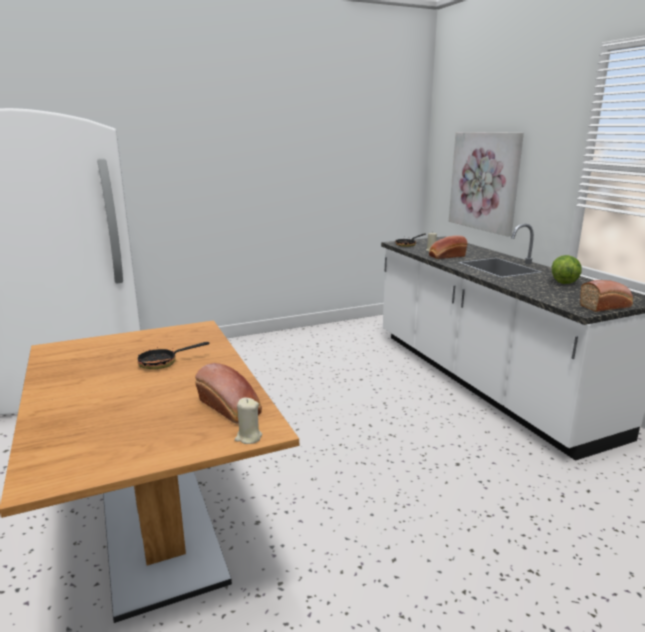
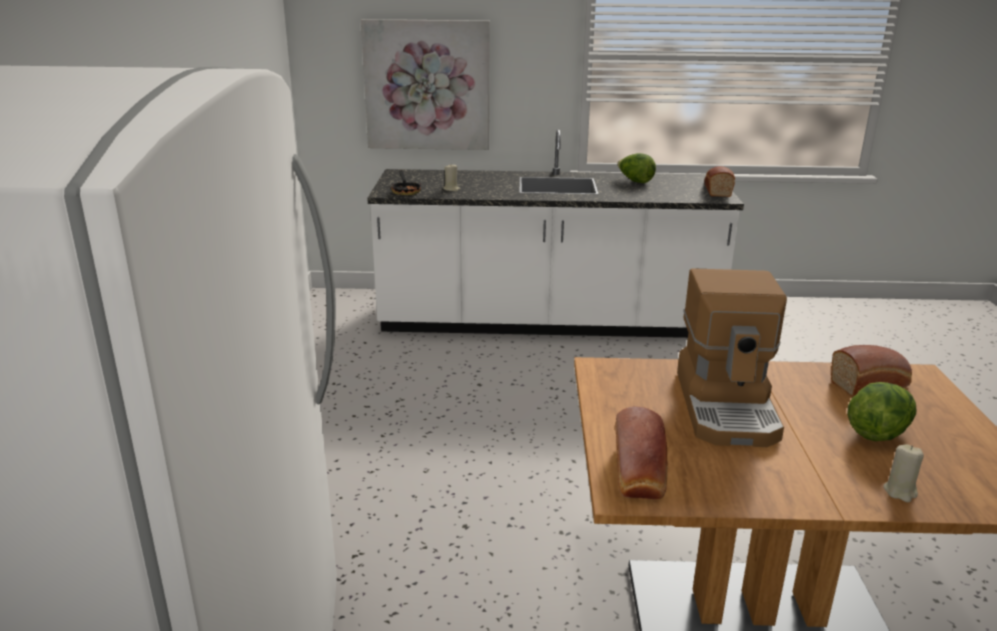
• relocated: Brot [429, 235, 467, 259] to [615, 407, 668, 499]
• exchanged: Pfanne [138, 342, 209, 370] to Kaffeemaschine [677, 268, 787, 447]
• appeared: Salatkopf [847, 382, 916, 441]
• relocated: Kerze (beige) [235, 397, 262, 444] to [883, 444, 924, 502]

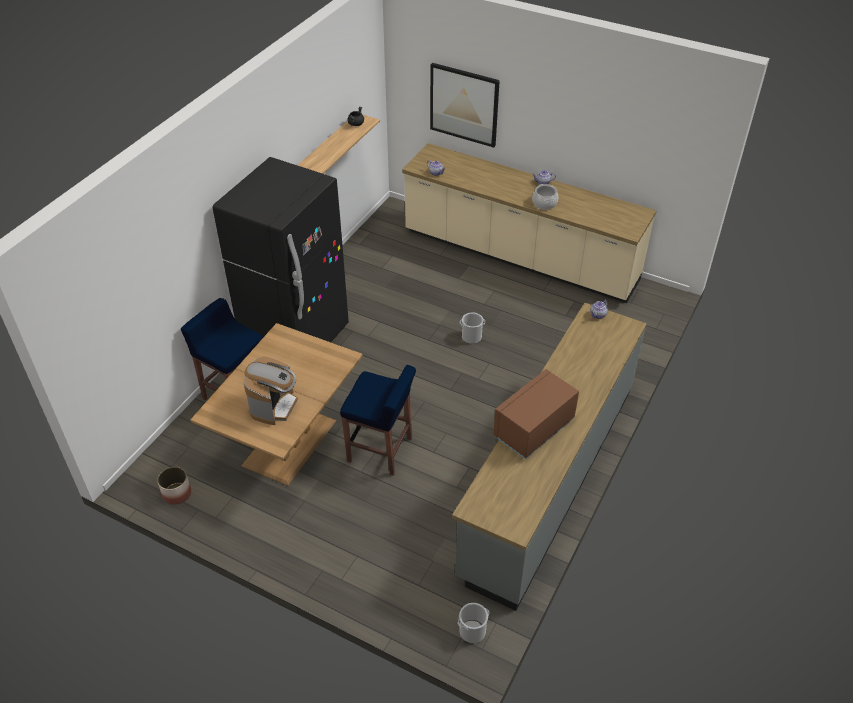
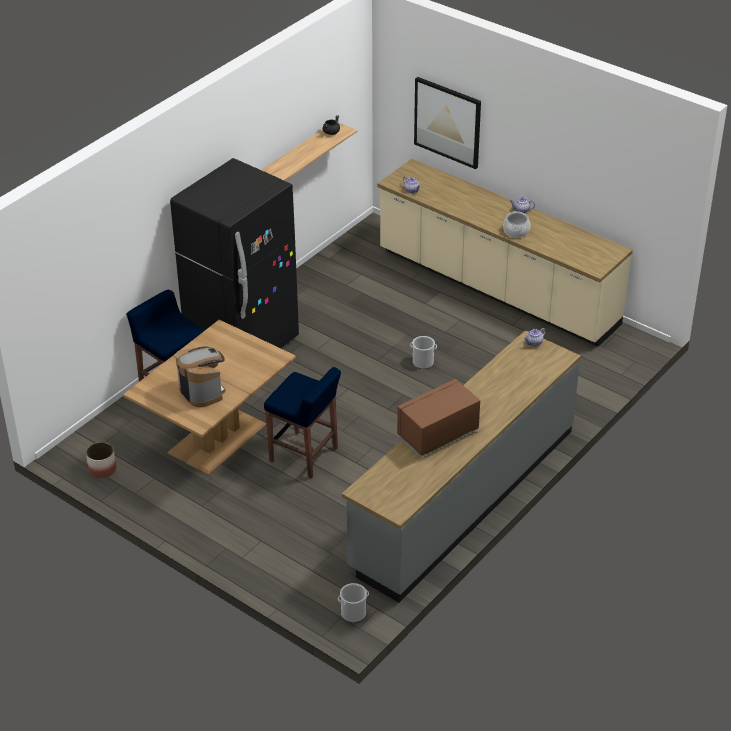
• spun: Kaffeemaschine [243, 356, 298, 425] = [176, 346, 226, 407] 60 degrees counterclockwise

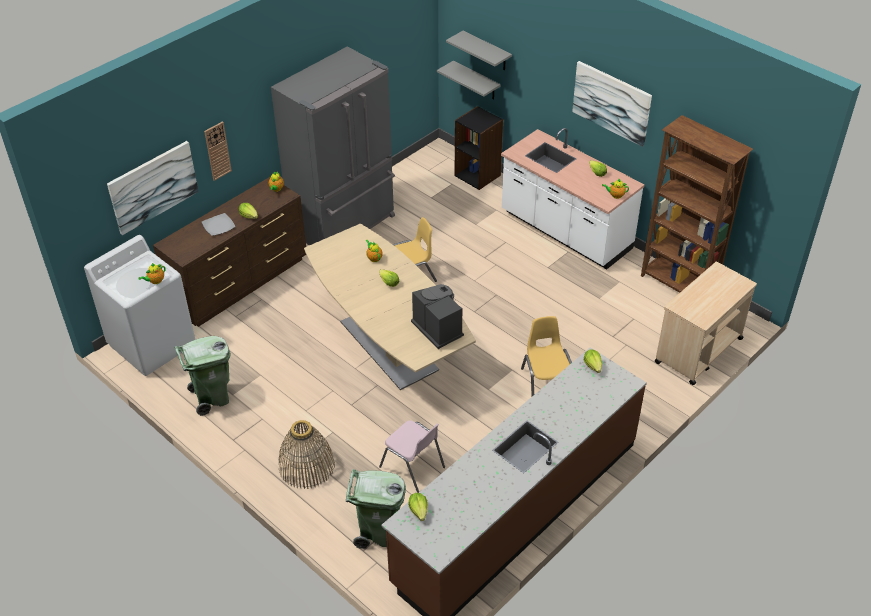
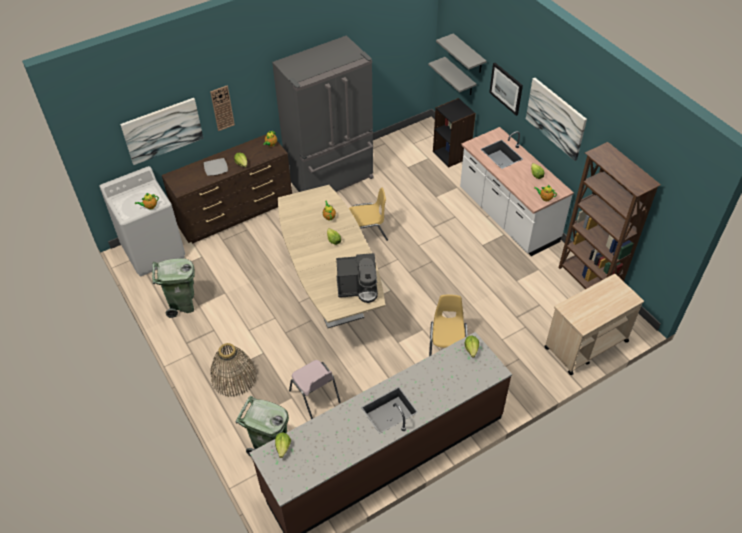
• spun: Kaffeemaschine [411, 284, 464, 349] = [336, 253, 378, 303] 105 degrees clockwise
• appeared: Bild [489, 63, 523, 116]

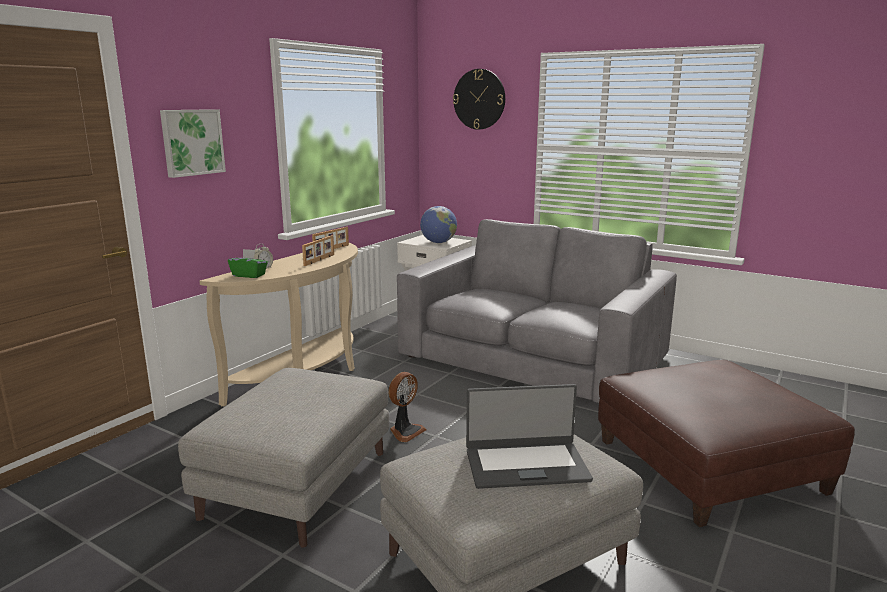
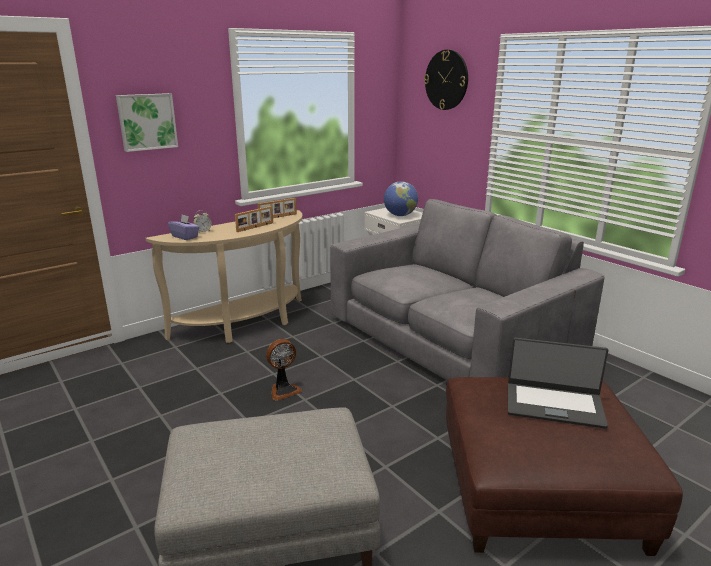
• colour: Taschentuchbox (grün) [228, 249, 268, 278] to Taschentuchbox (lila) [168, 215, 200, 240]
• relocated: Laptop [466, 384, 593, 489] to [508, 338, 608, 429]
• missing: Polsterhocker (grau) [178, 368, 389, 547]

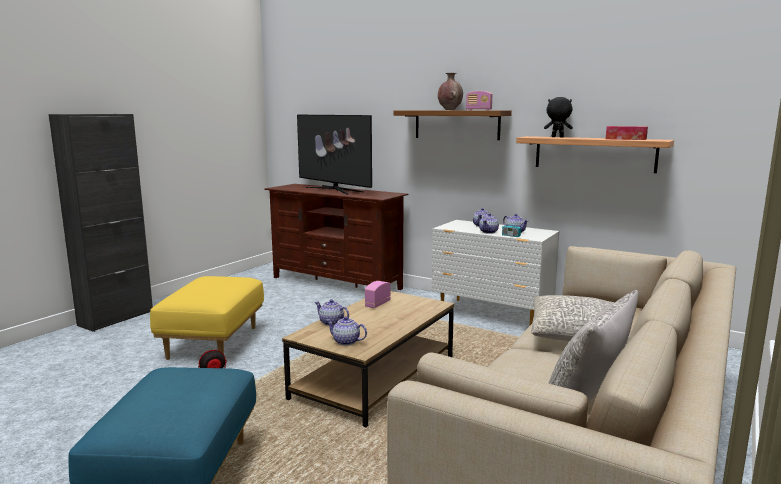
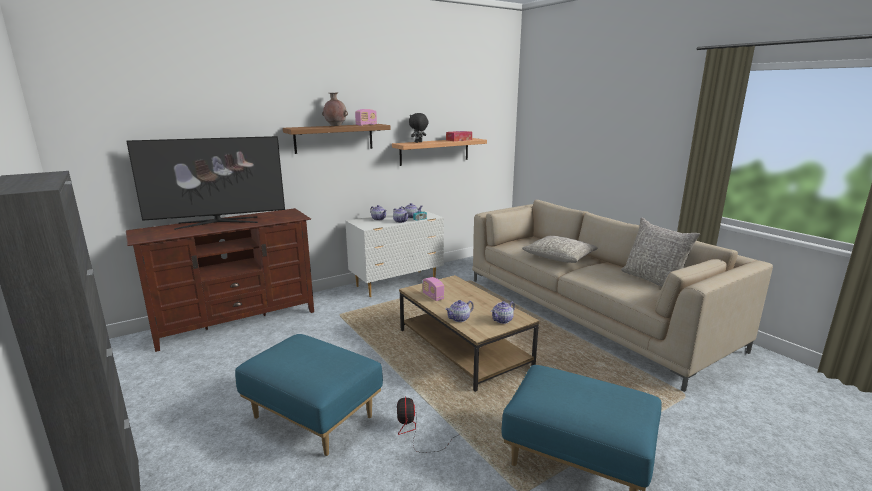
• colour: Polsterhocker (gelb) [150, 276, 264, 360] to Polsterhocker (blau) [235, 334, 383, 456]

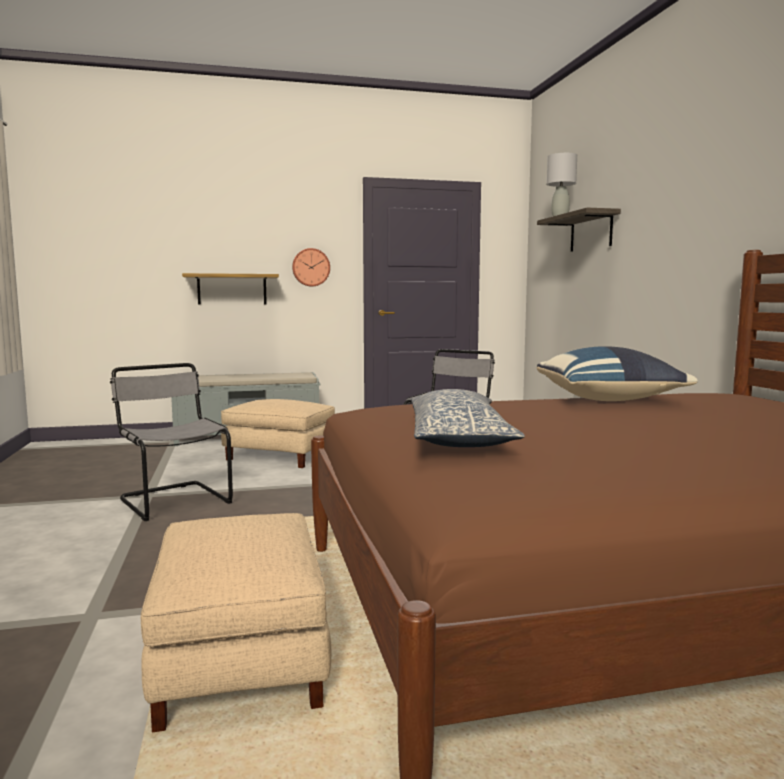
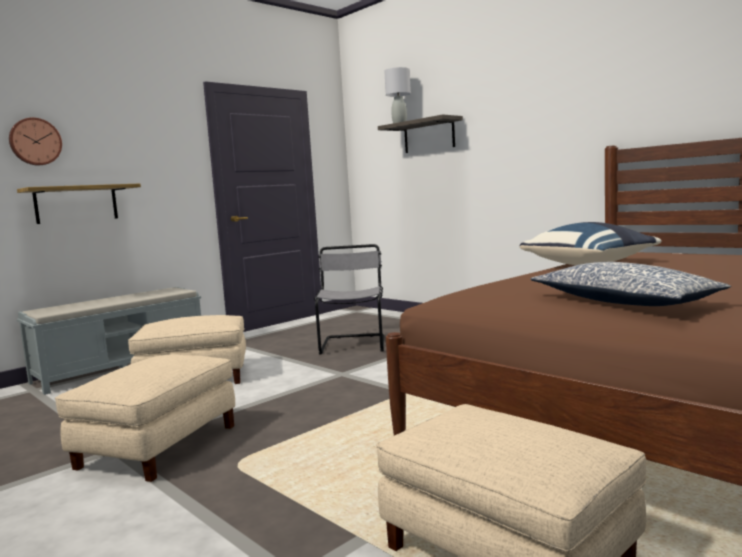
• relocated: Wanduhr [292, 248, 330, 287] to [9, 118, 62, 165]
• exchanged: Stuhl (grau) [110, 363, 233, 521] to Polsterhocker (beige) [55, 354, 235, 482]

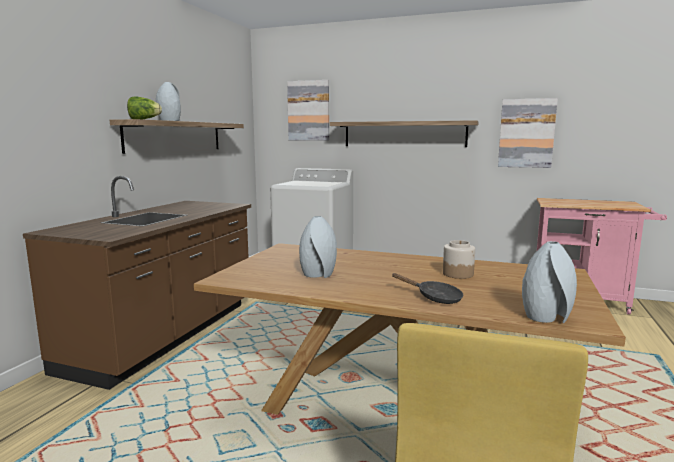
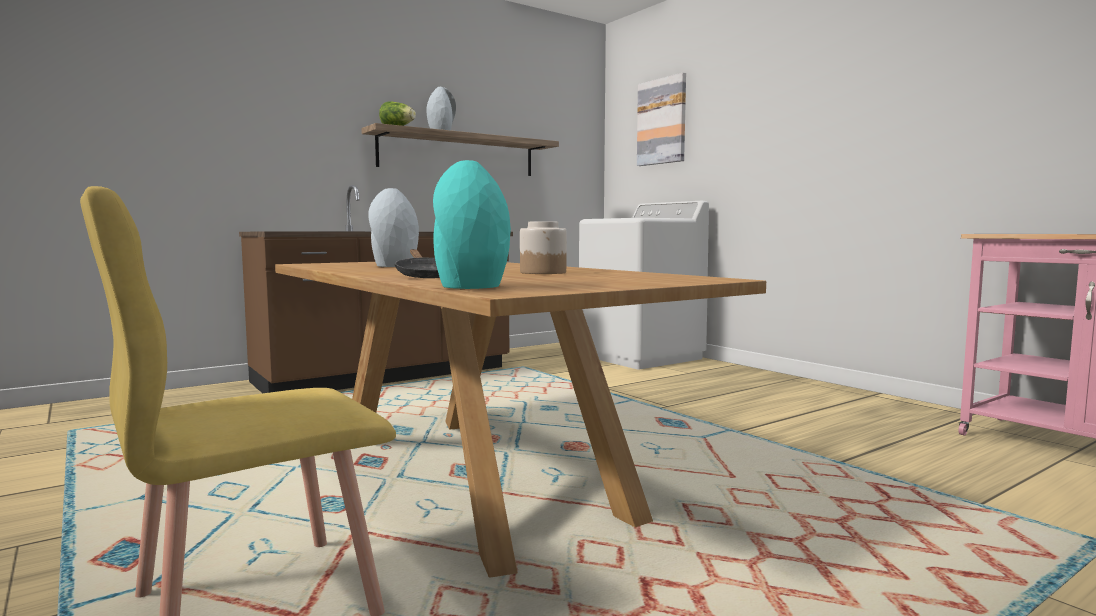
• colour: Vase (grau) [522, 241, 577, 323] to Vase (türkis) [433, 160, 511, 289]
• missing: Wandregal [330, 120, 479, 147]
• missing: Bild [498, 98, 558, 168]

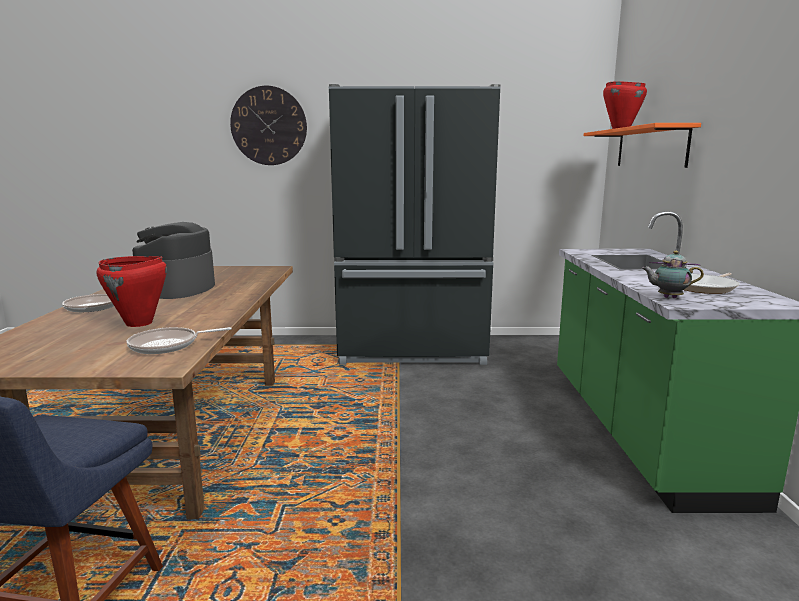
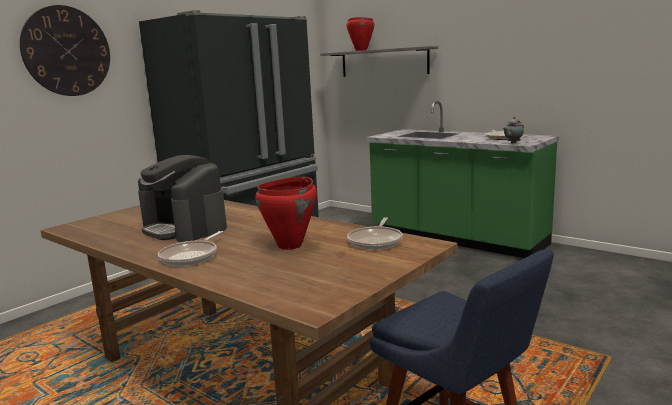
• colour: Wandregal (orange) [584, 123, 701, 168] to Wandregal (grau) [320, 46, 438, 77]

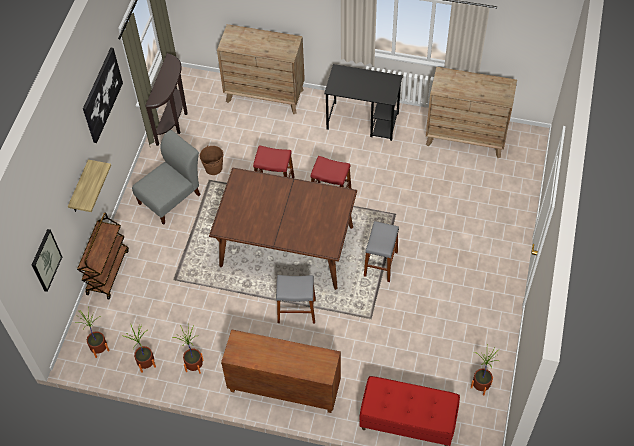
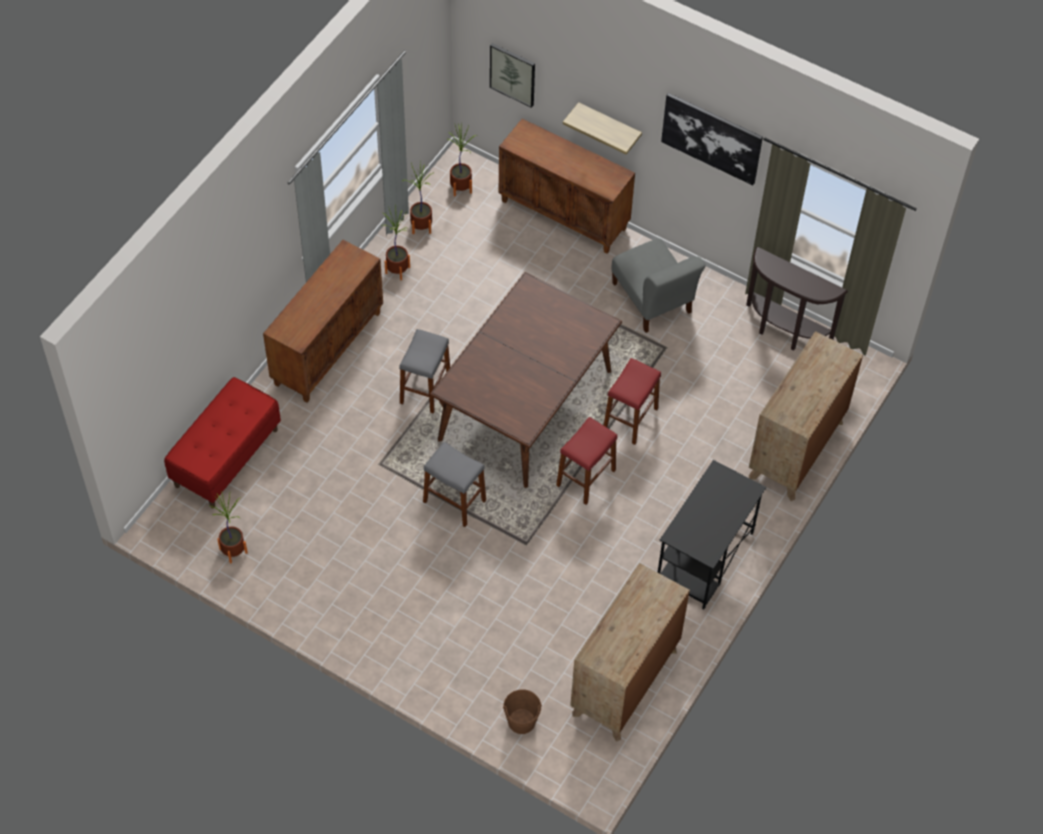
• exchanged: Rollwagen (braun) [77, 213, 129, 299] to Schrank (braun) [499, 118, 635, 254]
• relocated: Eimer (braun) [200, 145, 223, 175] to [503, 689, 542, 734]

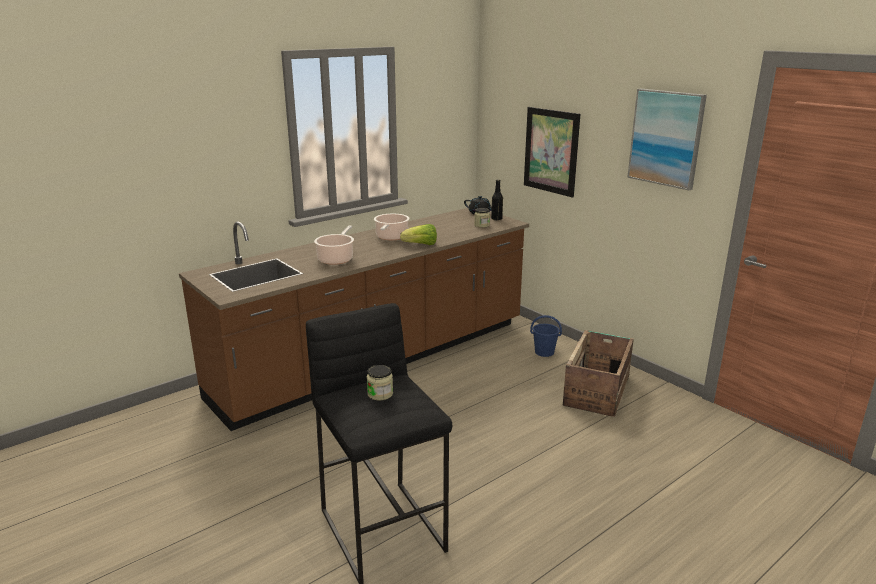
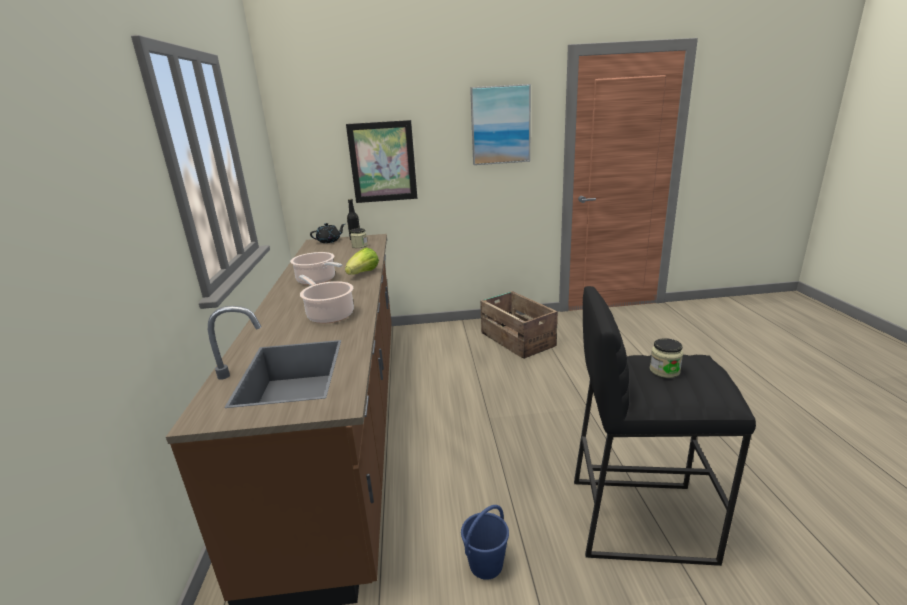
• relocated: Eimer (blau) [530, 315, 562, 357] to [461, 505, 509, 580]

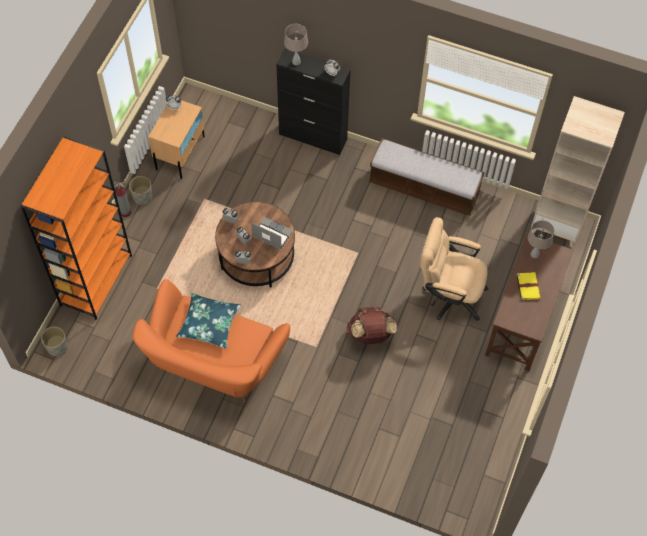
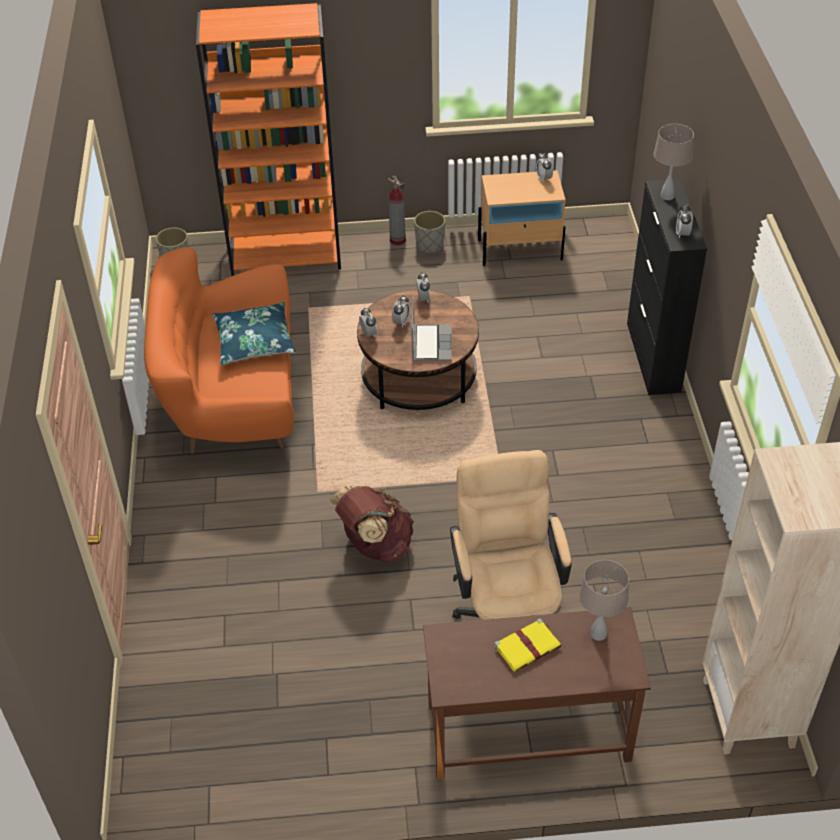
• missing: Bank [369, 138, 485, 216]

